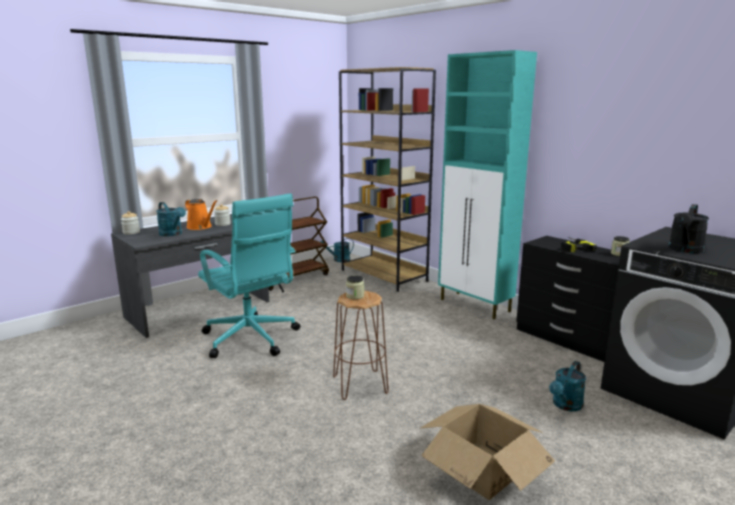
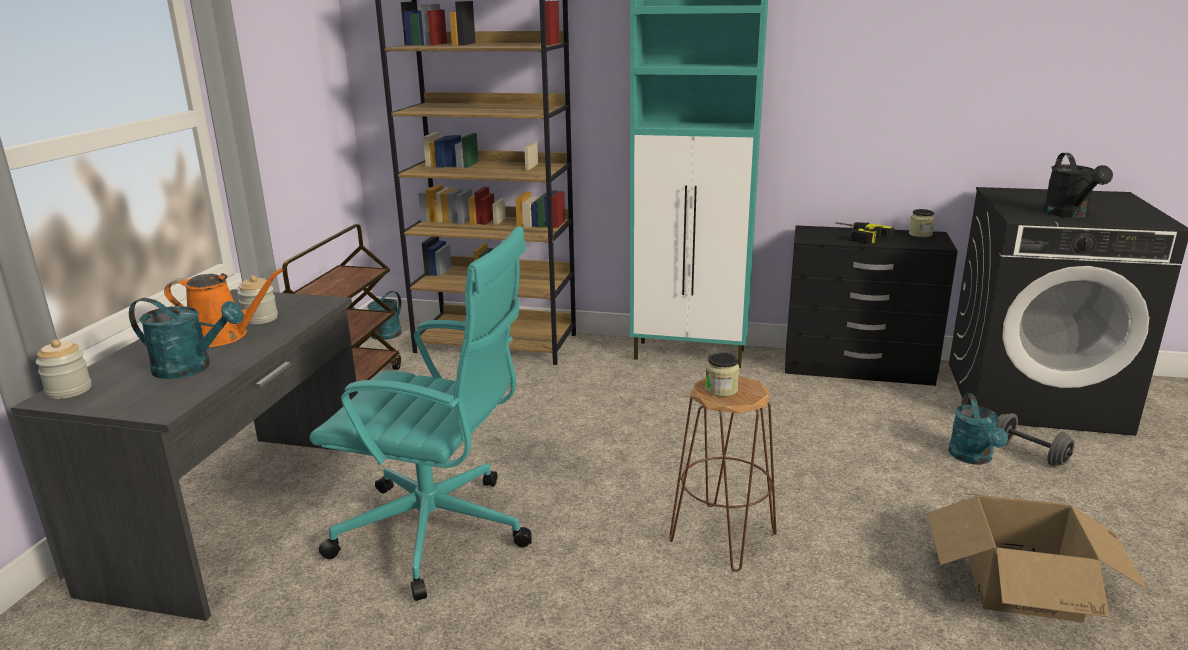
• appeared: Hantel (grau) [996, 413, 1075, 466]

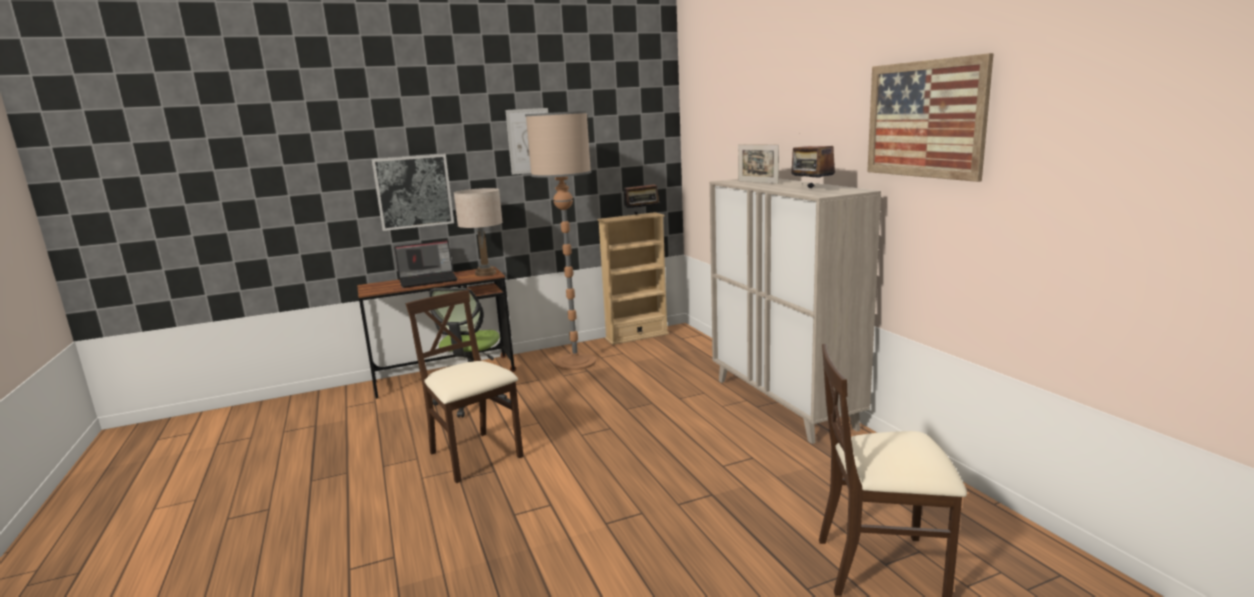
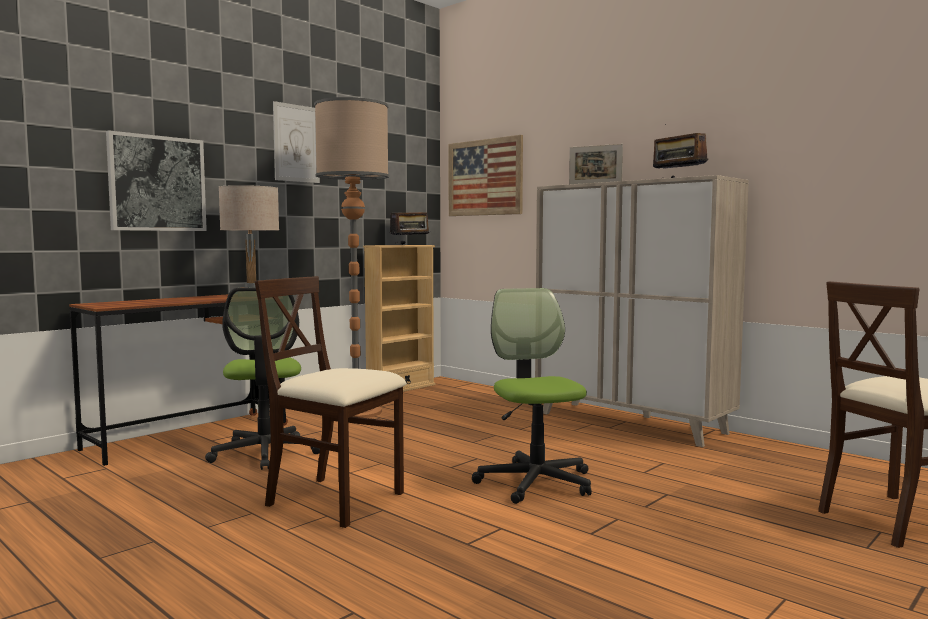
• relocated: Bild [867, 53, 994, 182] to [448, 135, 523, 216]
• appeared: Bürostuhl [472, 288, 592, 504]
• missing: Laptop [394, 240, 457, 288]

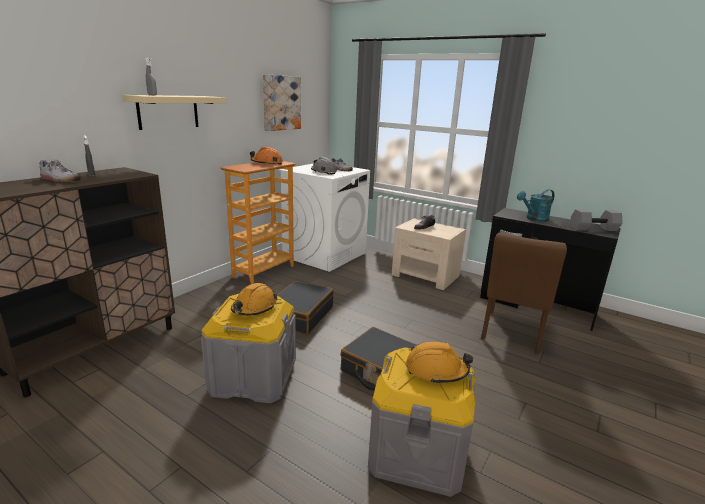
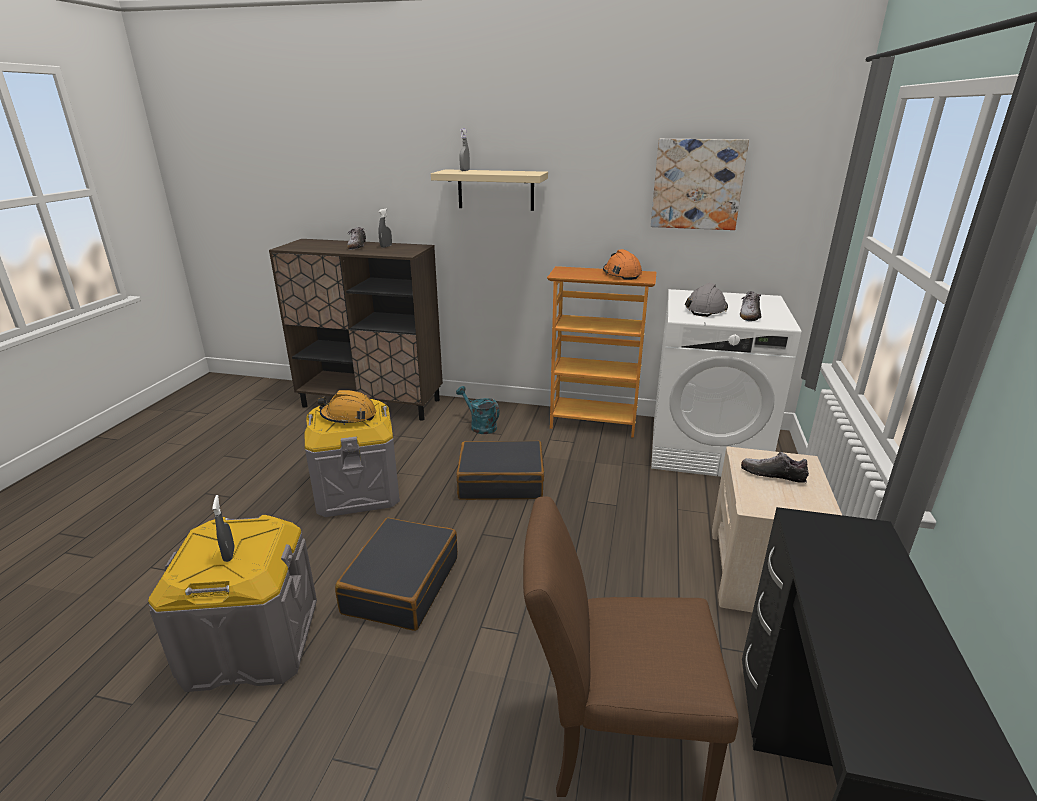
• exchanged: Schutzhelm (orange) [406, 342, 473, 384] to Sprühflasche (grau) [212, 495, 235, 562]
• relocated: Gießkanne (türkis) [517, 189, 554, 222] to [456, 386, 500, 434]
• missing: Hantel (grau) [571, 209, 623, 231]

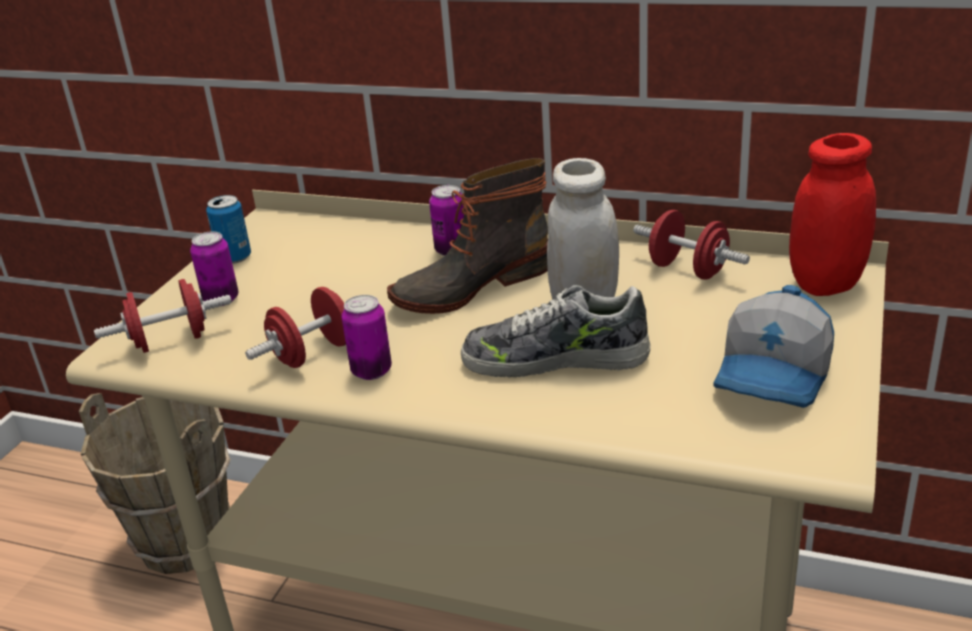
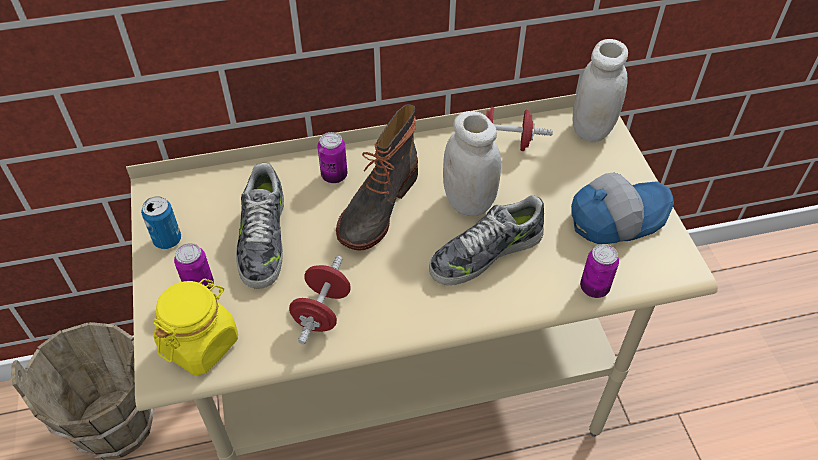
• exchanged: Hantel (rot) [94, 279, 232, 353] to Vorratsglas (gelb) [154, 279, 238, 375]
• appeared: Schuh [236, 163, 284, 289]
• spun: Kappe [714, 285, 834, 408] = [571, 173, 674, 244] 105 degrees counterclockwise
• colour: Vorratsglas (rot) [789, 133, 876, 296] to Vorratsglas (weiß) [573, 39, 628, 143]
• relocated: Dose [341, 295, 392, 380] to [580, 244, 619, 298]

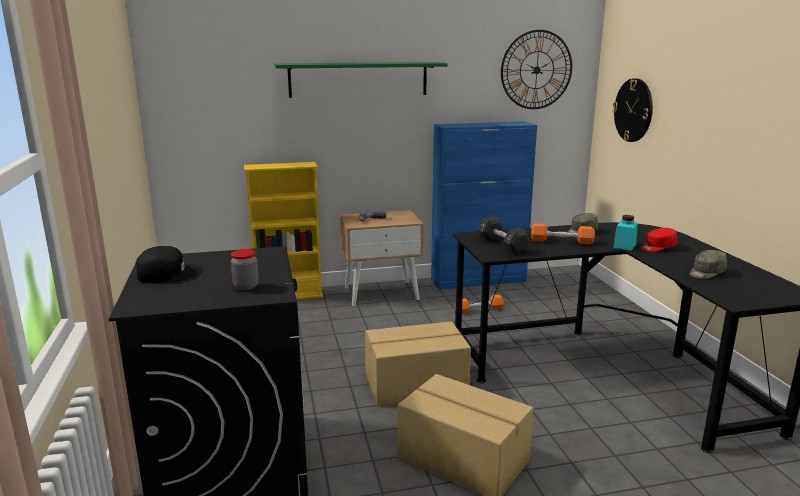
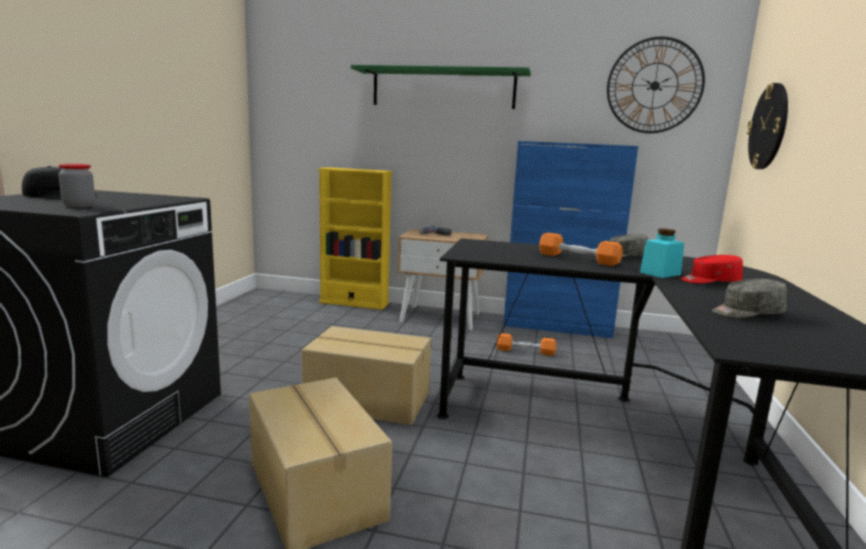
• missing: Hantel (schwarz) [477, 217, 531, 254]

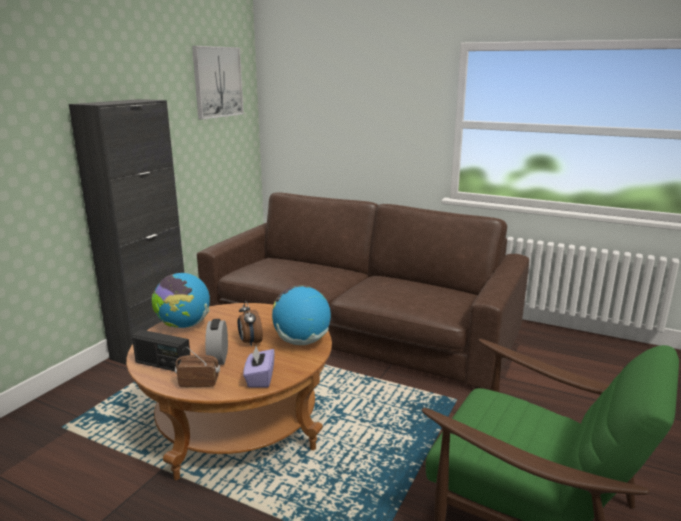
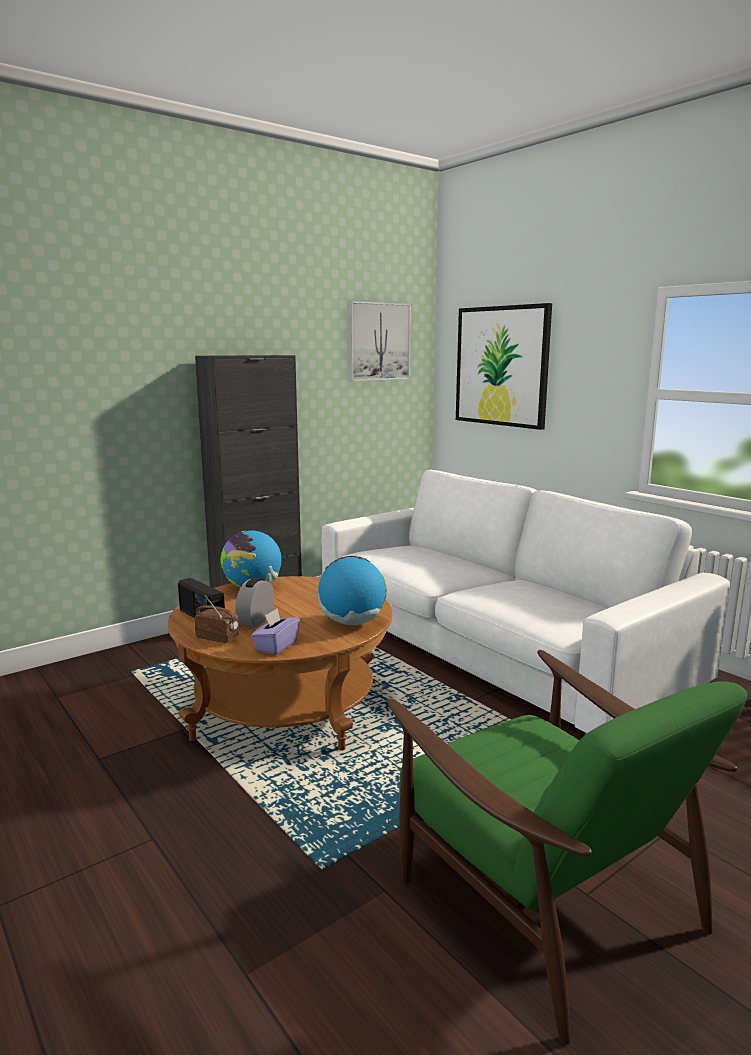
• colour: Sofa (braun) [197, 193, 529, 390] to Sofa (weiß) [322, 470, 730, 733]
• appeared: Bild [456, 303, 552, 430]
• missing: Wecker [238, 301, 263, 347]

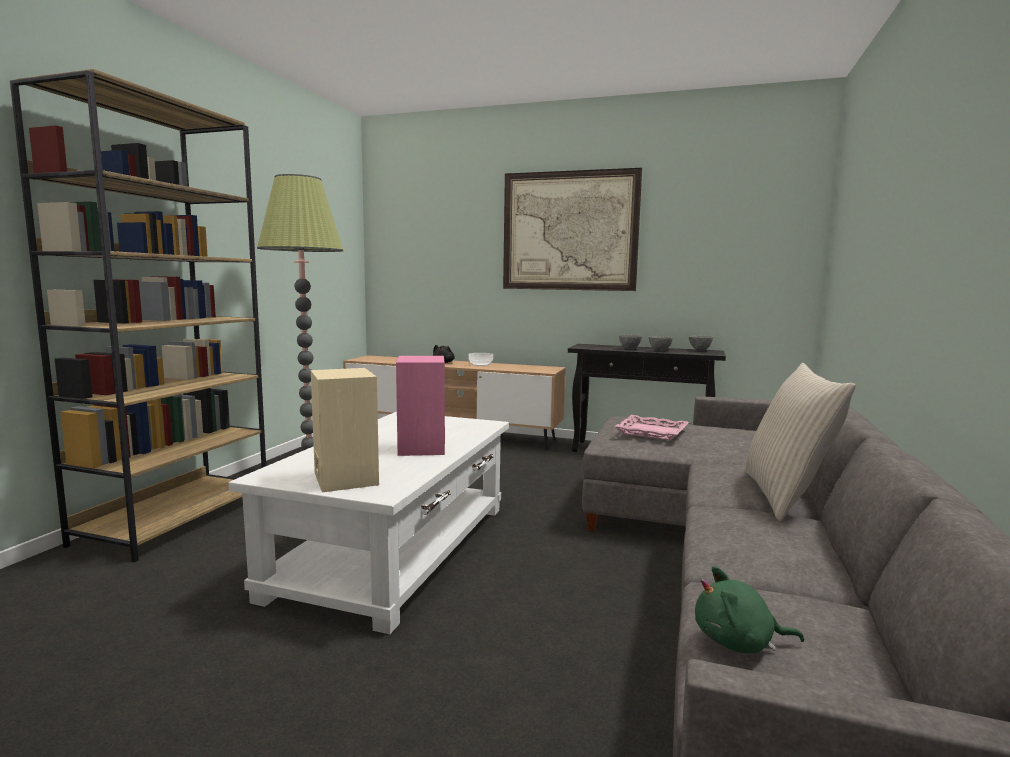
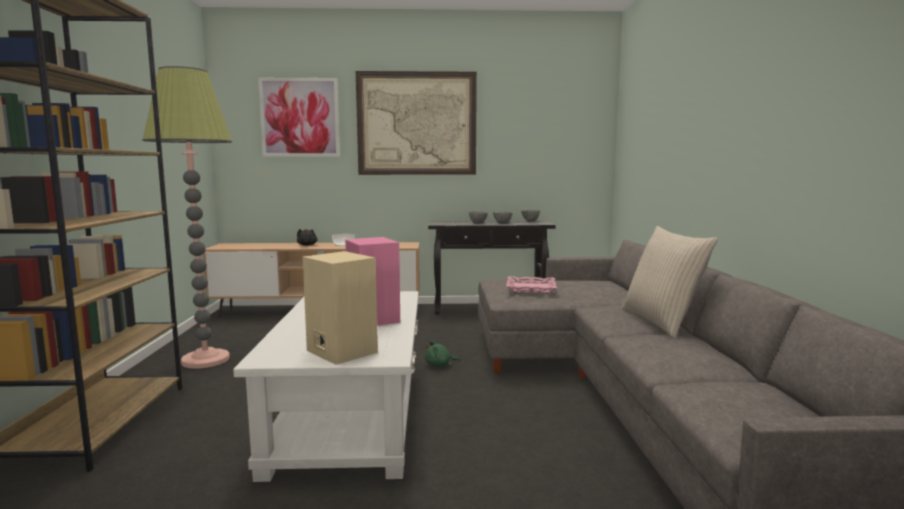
• appeared: Bild [258, 78, 340, 157]
• relocated: Plüschtier (grün) [695, 566, 804, 653] to [425, 341, 460, 366]

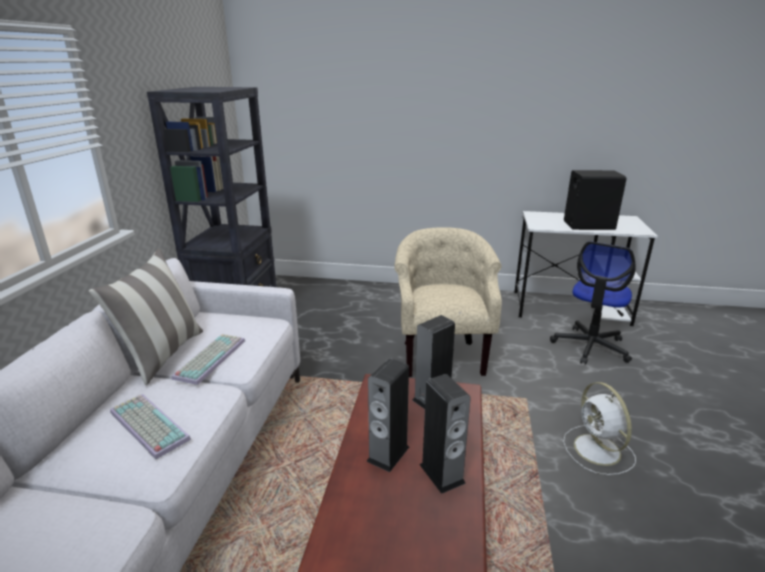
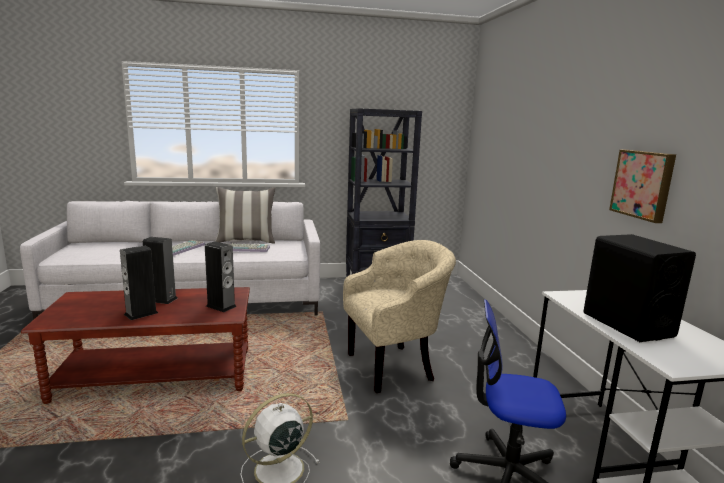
• appeared: Bild [609, 149, 676, 223]

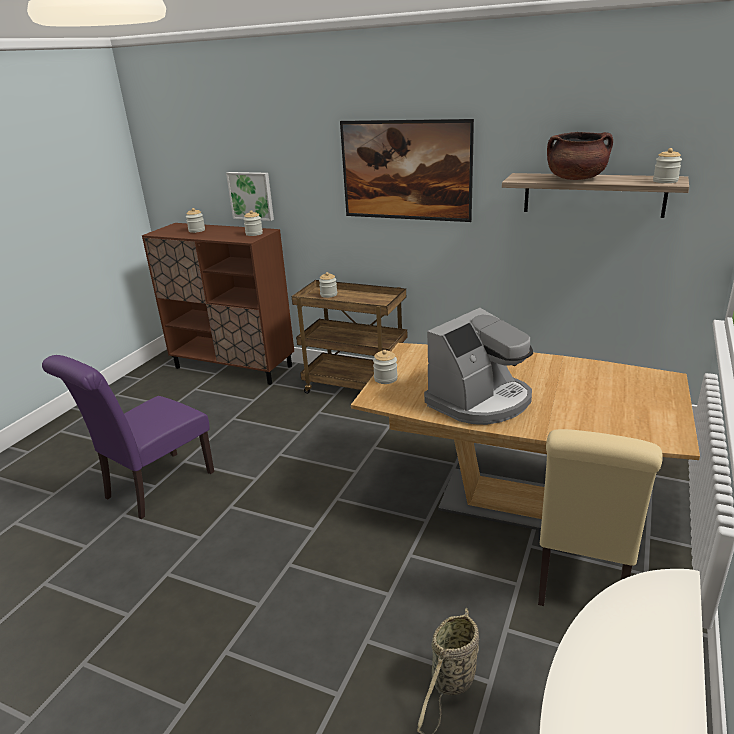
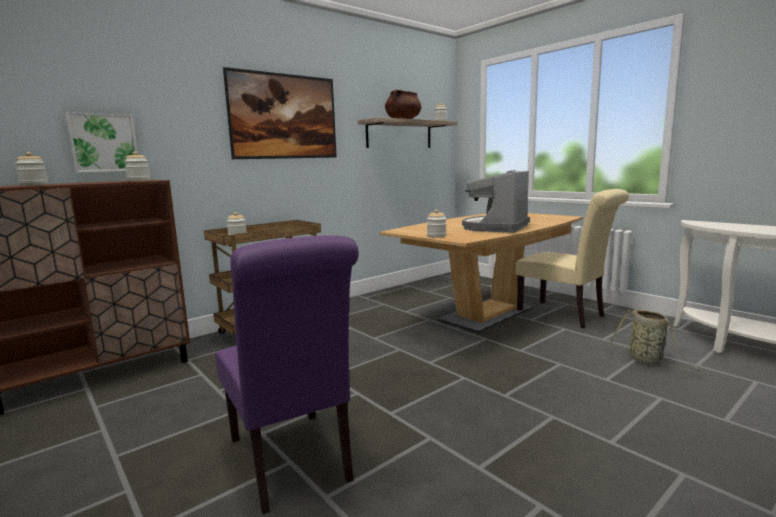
• spun: Kaffeemaschine [424, 308, 533, 425] = [462, 170, 530, 233] 135 degrees counterclockwise

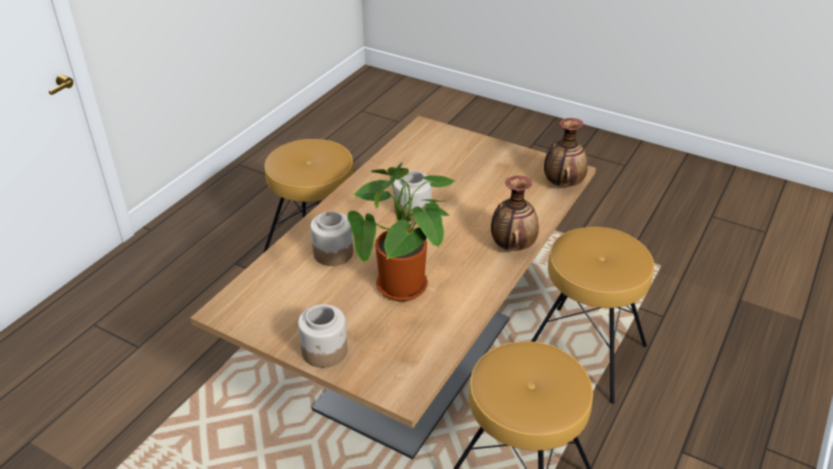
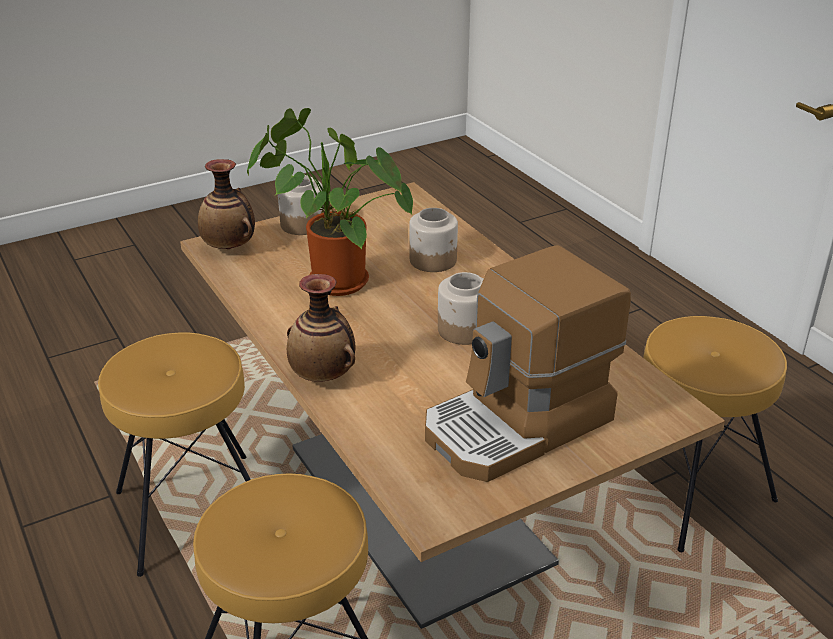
• relocated: Vase [544, 118, 588, 187] to [198, 159, 255, 249]
• appeared: Kaffeemaschine [425, 245, 631, 482]

